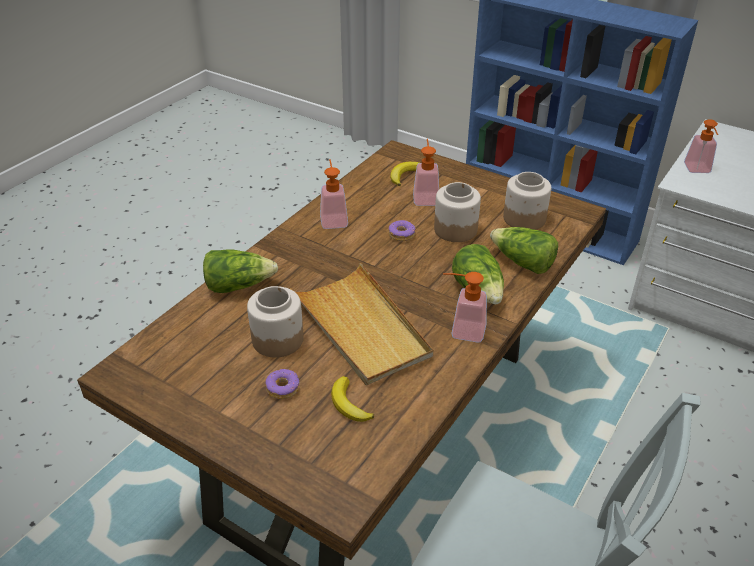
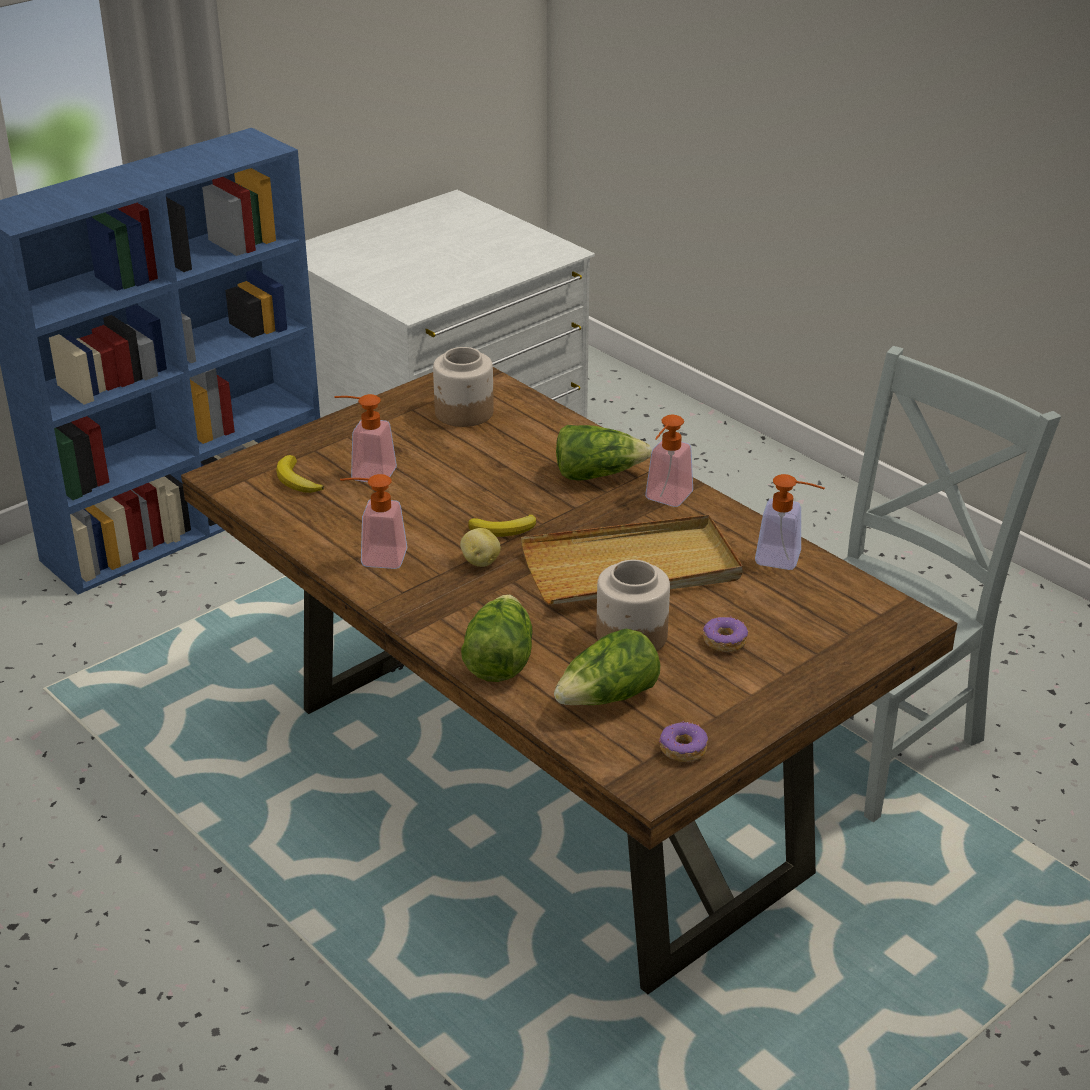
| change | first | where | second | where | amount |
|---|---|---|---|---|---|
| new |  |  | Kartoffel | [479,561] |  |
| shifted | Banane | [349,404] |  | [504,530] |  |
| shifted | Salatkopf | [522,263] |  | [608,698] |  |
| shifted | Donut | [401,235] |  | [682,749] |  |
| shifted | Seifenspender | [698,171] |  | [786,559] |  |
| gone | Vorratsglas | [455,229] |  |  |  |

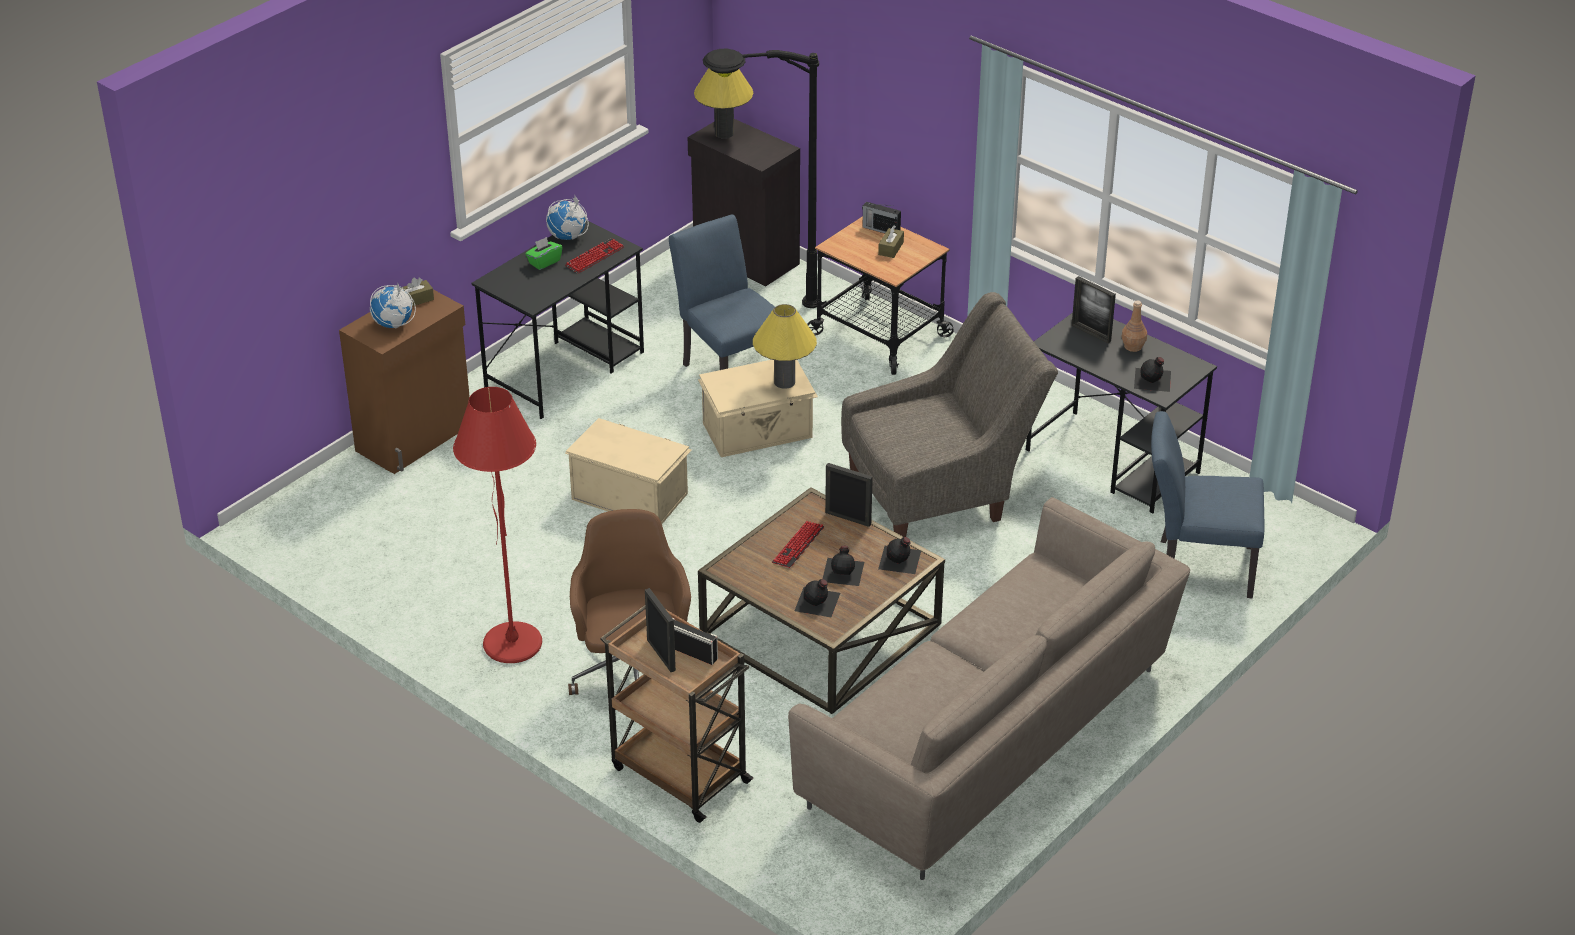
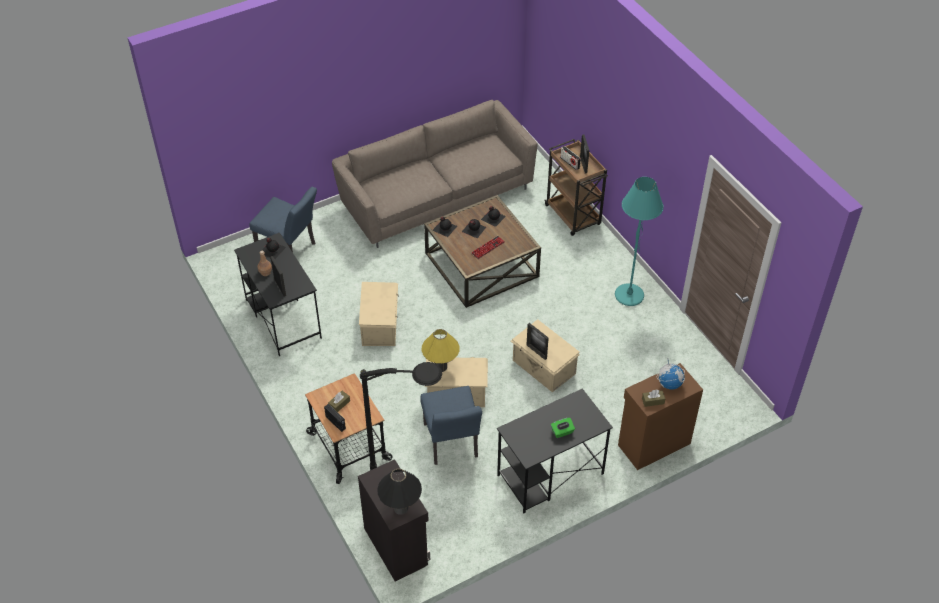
| change | first | where | second | where | amount |
|---|---|---|---|---|---|
| swapped | Sessel [grau] | [942,491] | Aufbewahrungsbox [beige] | [380,324] |  |
| repainted | Tischlampe [gelb] | [724,133] | Tischlampe [schwarz] | [401,508] |  |
| shifted | Bilderrahmen | [848,518] |  | [536,351] |  |
| repainted | Stehlampe [rot] | [512,644] | Stehlampe [türkis] | [629,295] |  |
| gone | Globus | [568,237] |  |  |  |
| gone | Tastatur | [595,257] |  |  |  |
| gone | Bürostuhl [braun] | [633,671] |  |  |  |

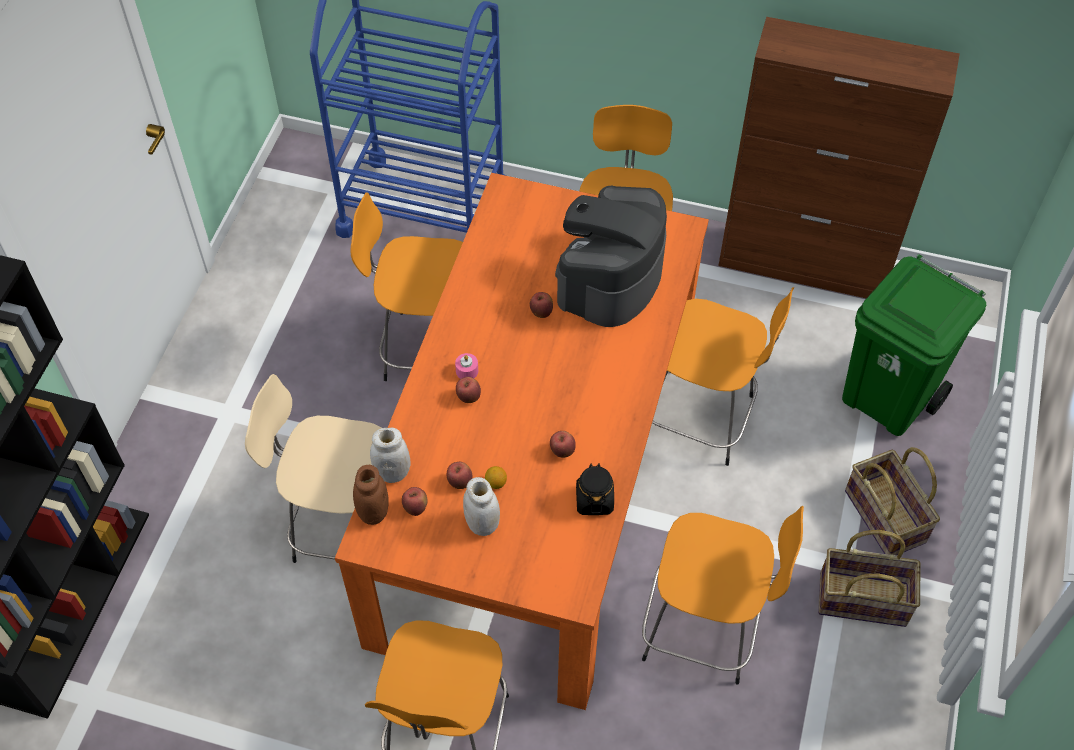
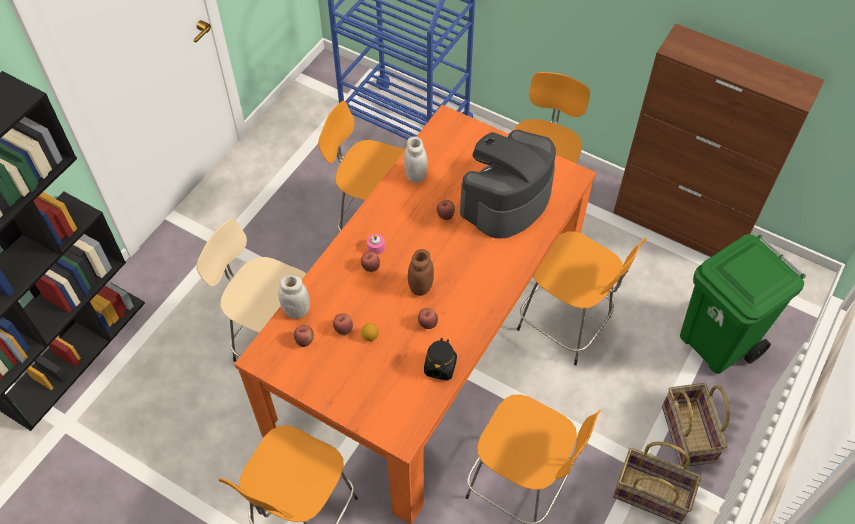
| change | first | where | second | where | amount |
|---|---|---|---|---|---|
| shifted | Vorratsglas [weiß] | [482,524] |  | [415,175] |  |
| shifted | Vorratsglas [braun] | [373,512] |  | [420,287] |  |

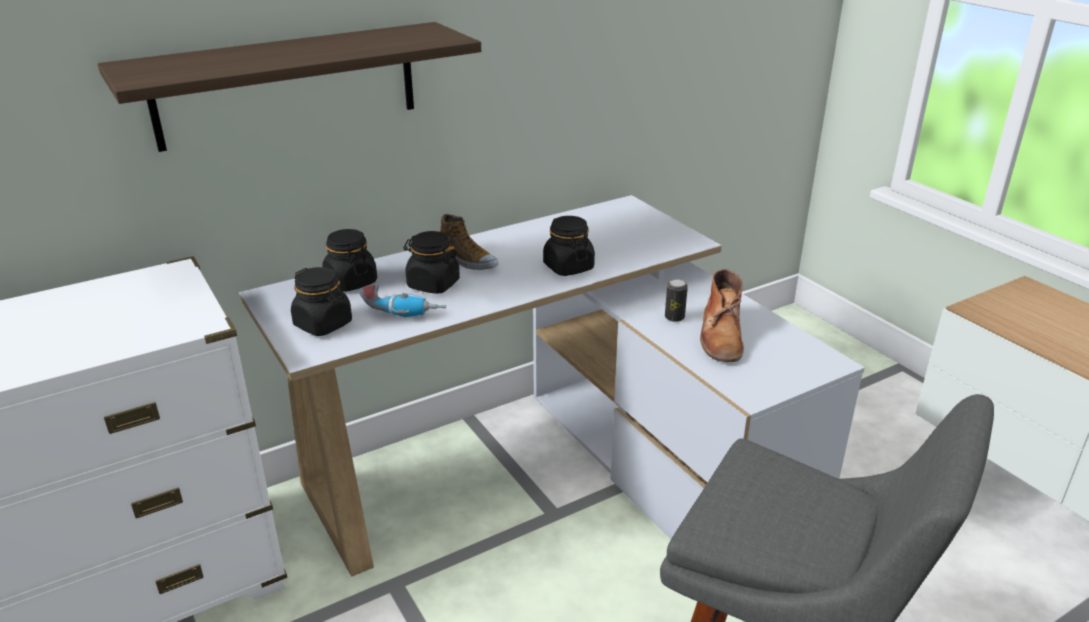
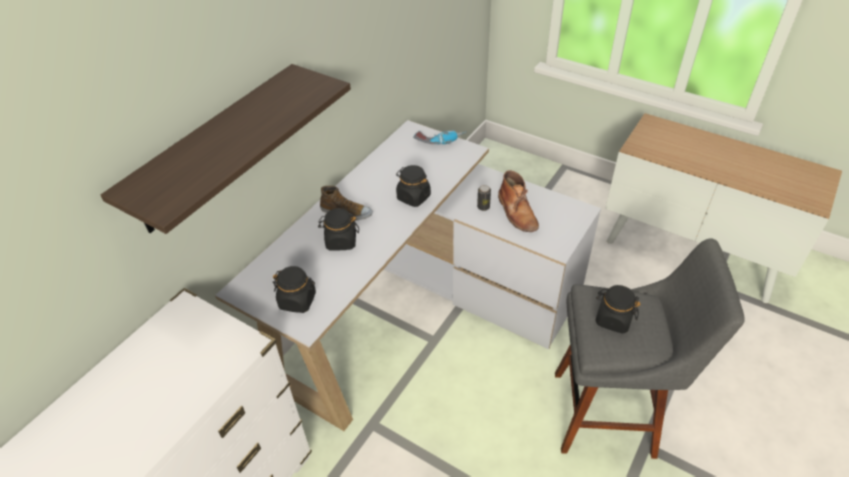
| change | first | where | second | where | amount |
|---|---|---|---|---|---|
| shifted | Bohrmaschine | [402,310] |  | [440,140] |  |
| shifted | Vorratsglas [schwarz] | [351,282] |  | [613,319] |  |

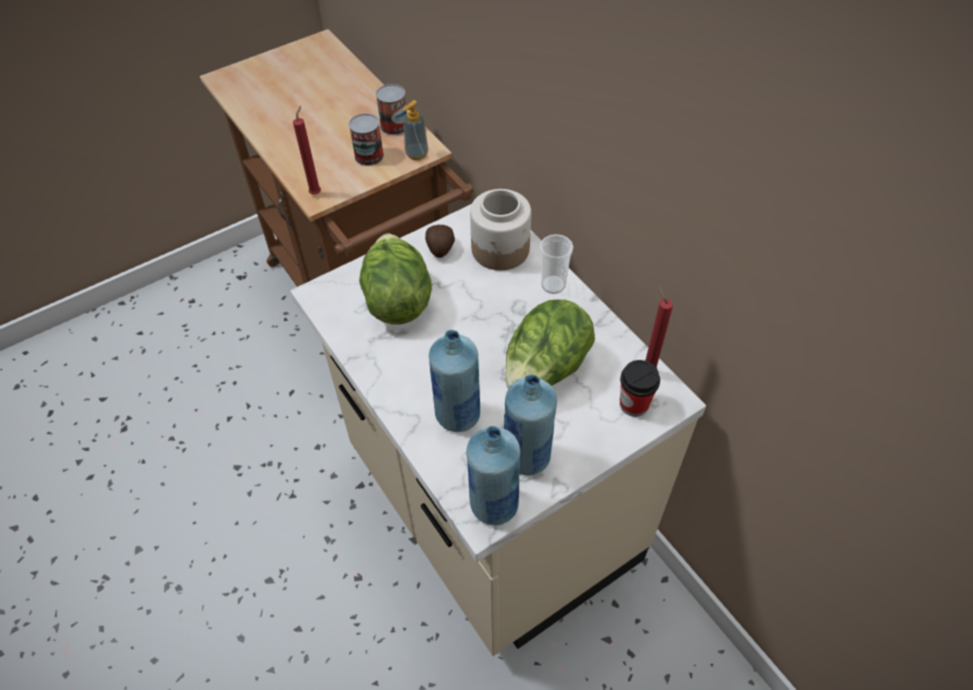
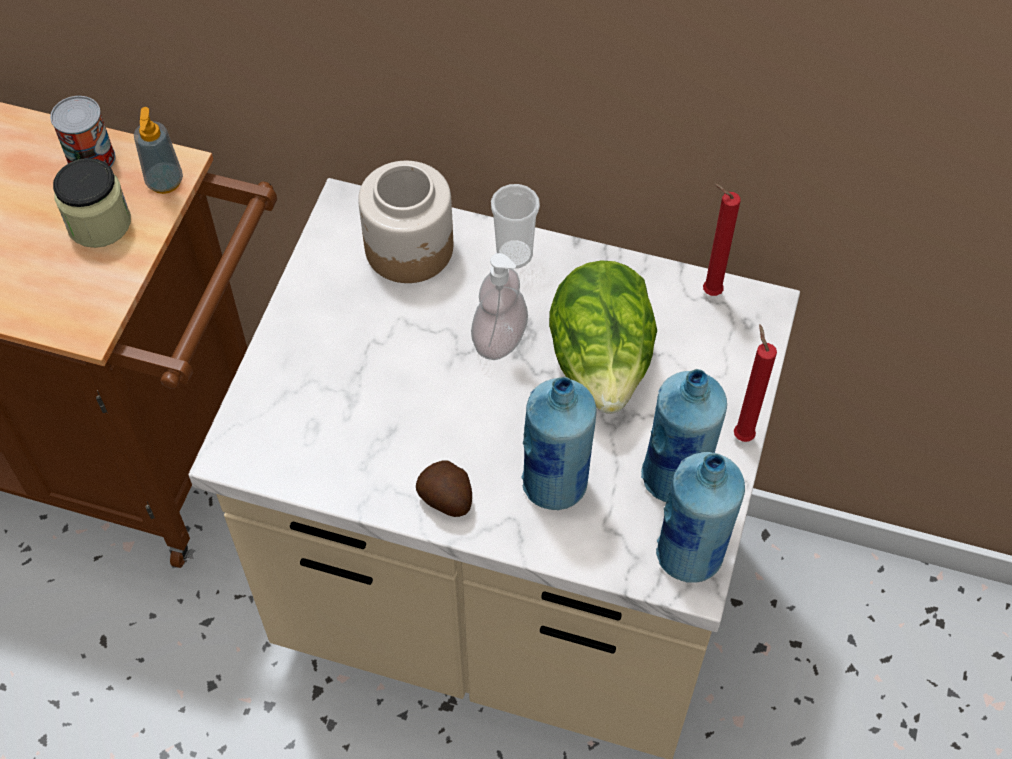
| change | first | where | second | where | amount |
|---|---|---|---|---|---|
| swapped | Dose | [369,156] | Vorratsglas | [99,223] |  |
| shifted | Kartoffel | [440,249] |  | [447,500] |  |
| new |  |  | Seifenspender | [499,339] |  |
| shifted | Kerze [rot] | [316,193] |  | [741,433] |  |
| gone | Salatkopf | [397,299] |  |  |  |
| gone | Tasse | [634,404] |  |  |  |

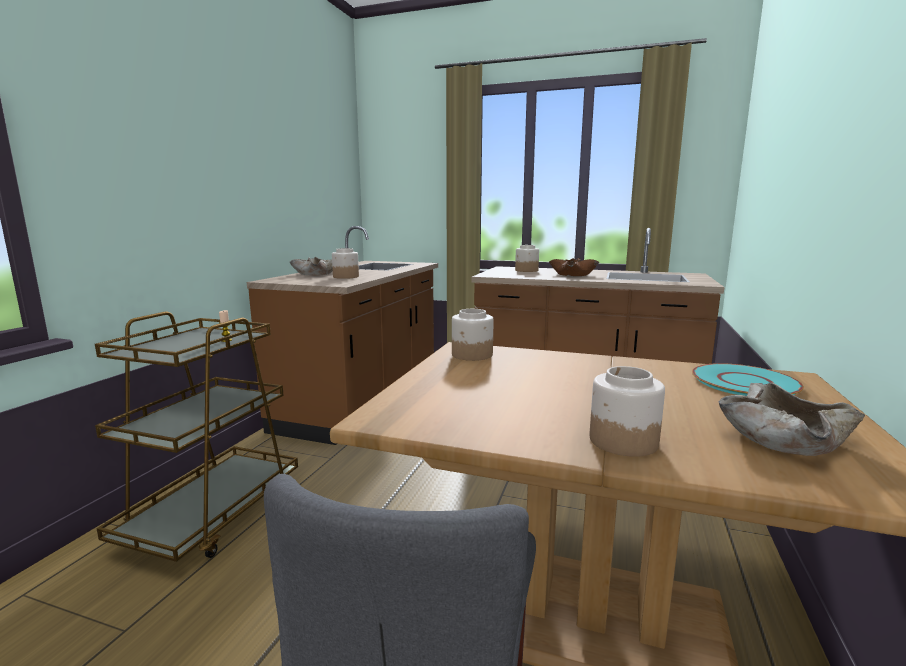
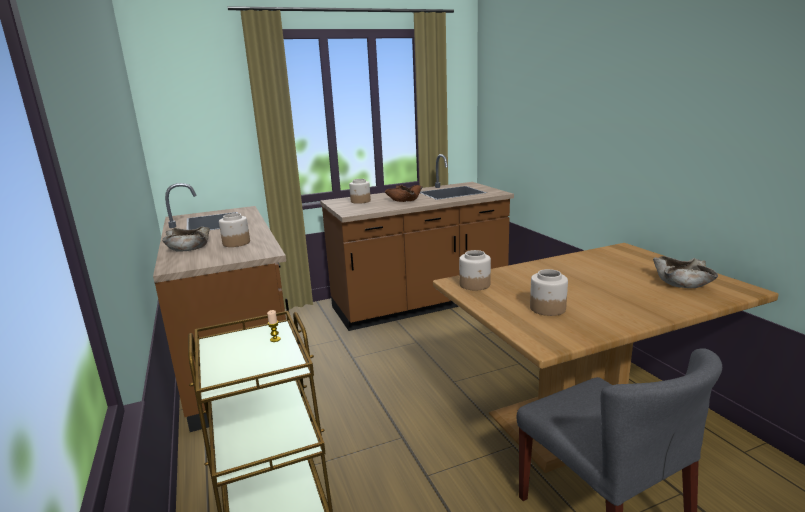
| change | first | where | second | where | amount |
|---|---|---|---|---|---|
| shifted | Vorratsglas | [622,441] |  | [547,308] |  |
| gone | Teller [türkis] | [745,382] |  |  |  |

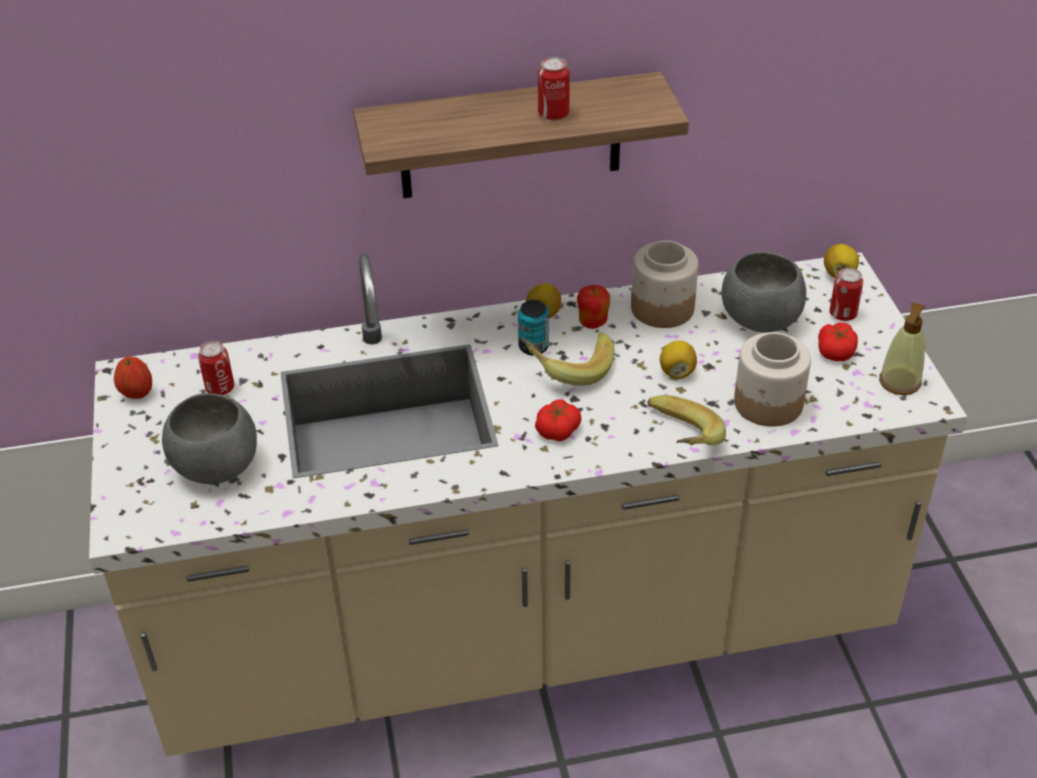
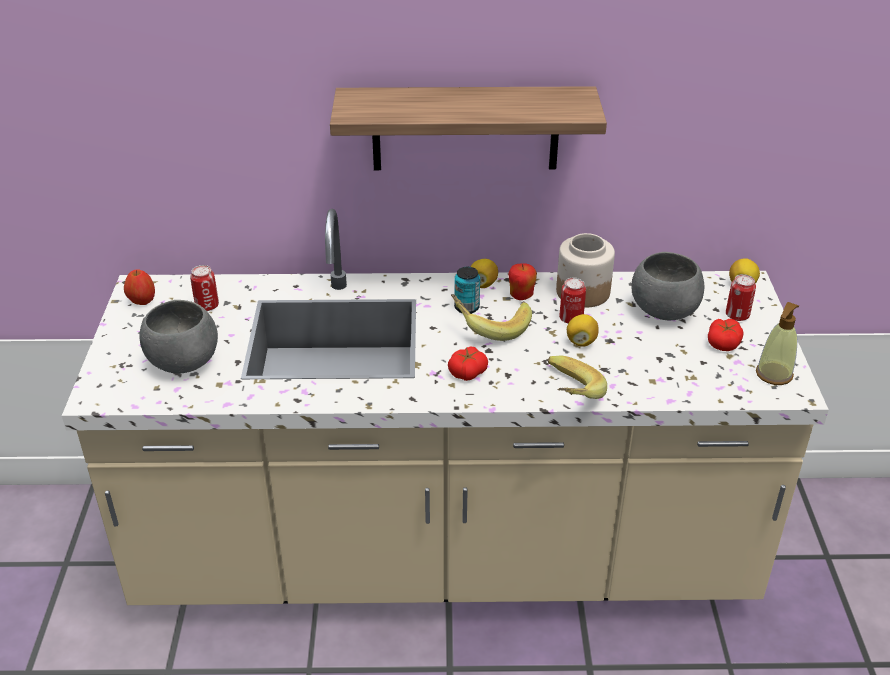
| change | first | where | second | where | amount |
|---|---|---|---|---|---|
| shifted | Dose | [553,114] |  | [571,319] |  |
| gone | Vorratsglas | [768,404] |  |  |  |

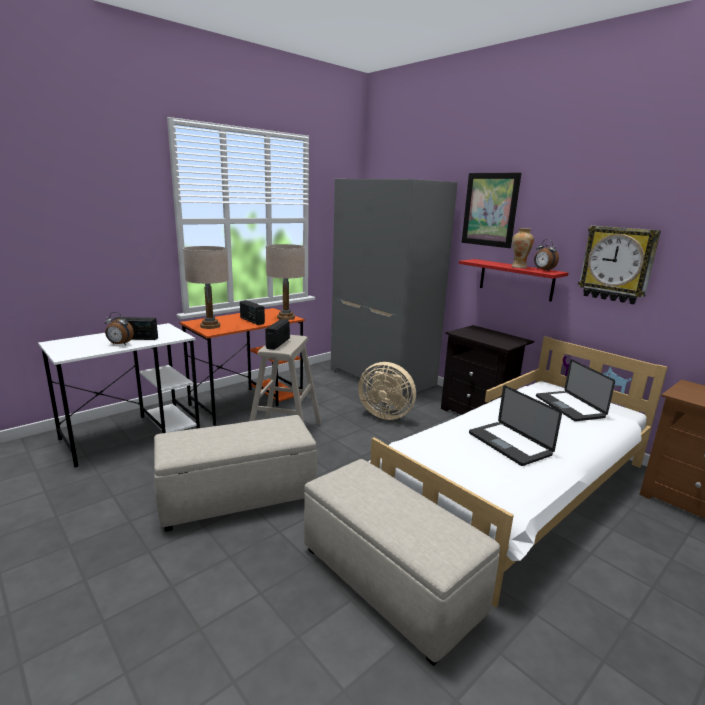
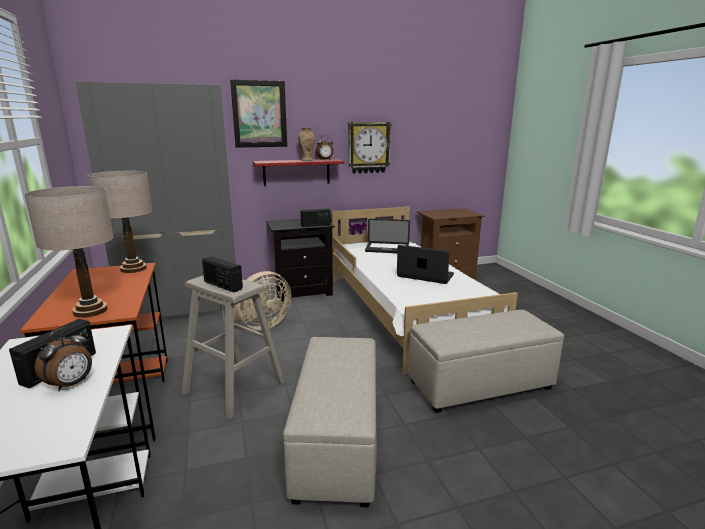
| change | first | where | second | where | amount |
|---|---|---|---|---|---|
| shifted | Radio | [252,321] |  | [315,225] |  |
| rotated | Laptop | [509,444] |  | [425,276] | 150 degrees counterclockwise |

